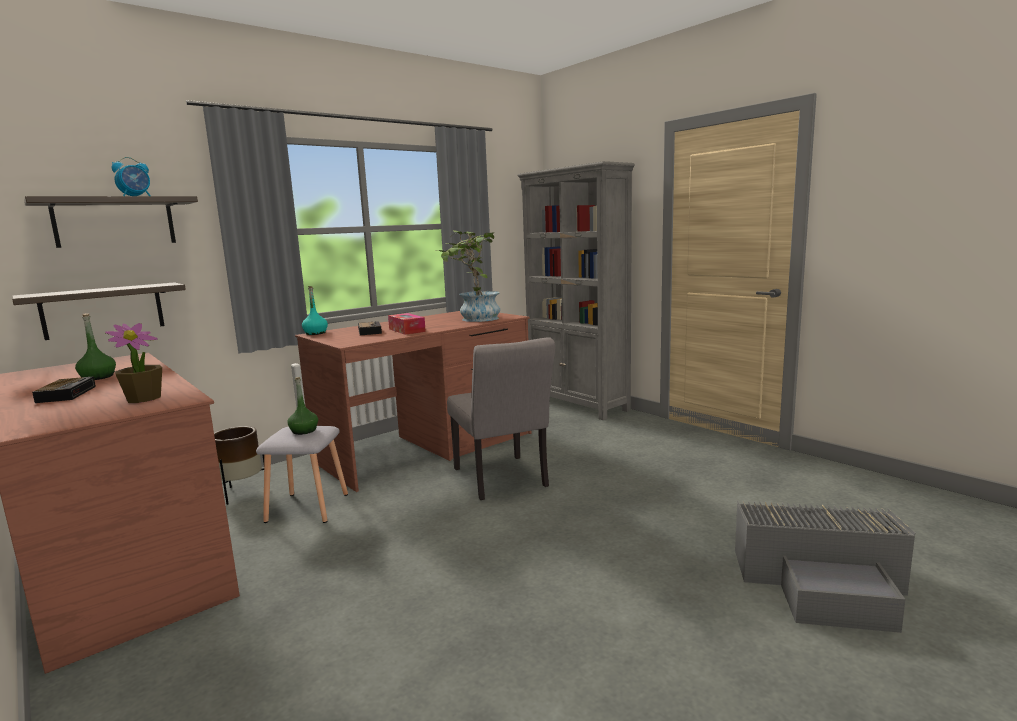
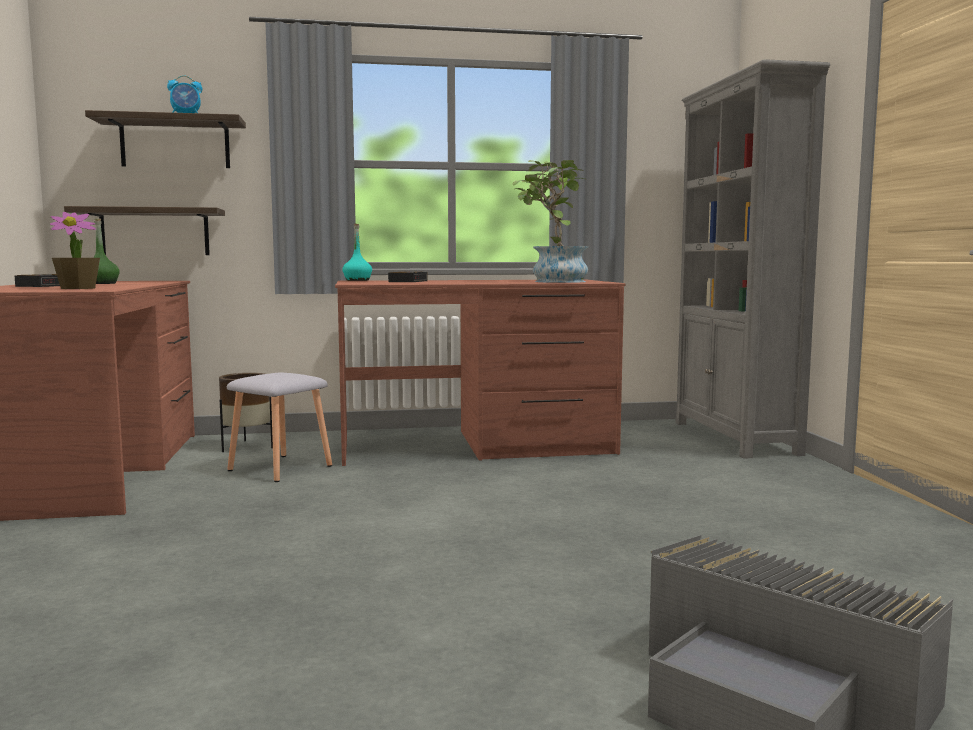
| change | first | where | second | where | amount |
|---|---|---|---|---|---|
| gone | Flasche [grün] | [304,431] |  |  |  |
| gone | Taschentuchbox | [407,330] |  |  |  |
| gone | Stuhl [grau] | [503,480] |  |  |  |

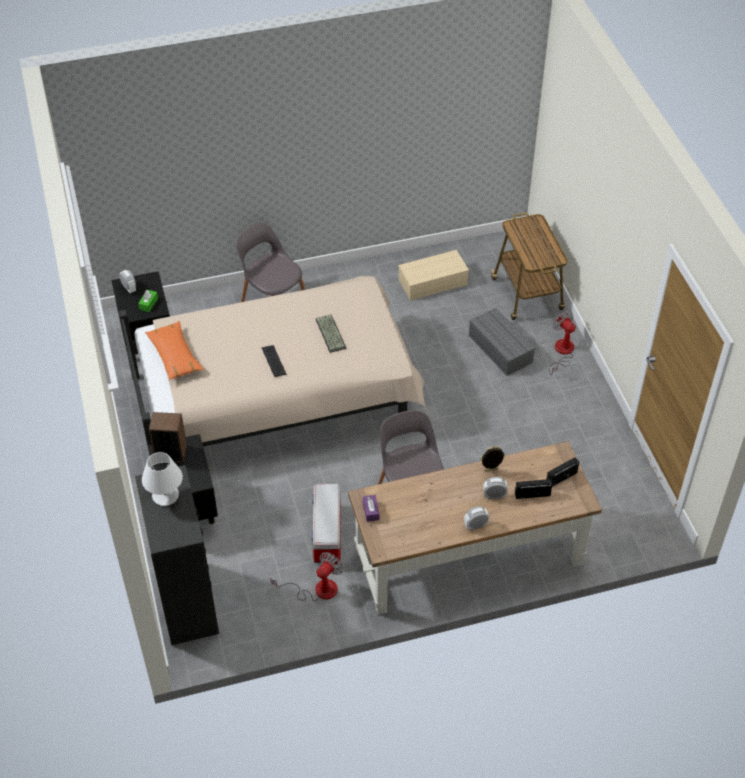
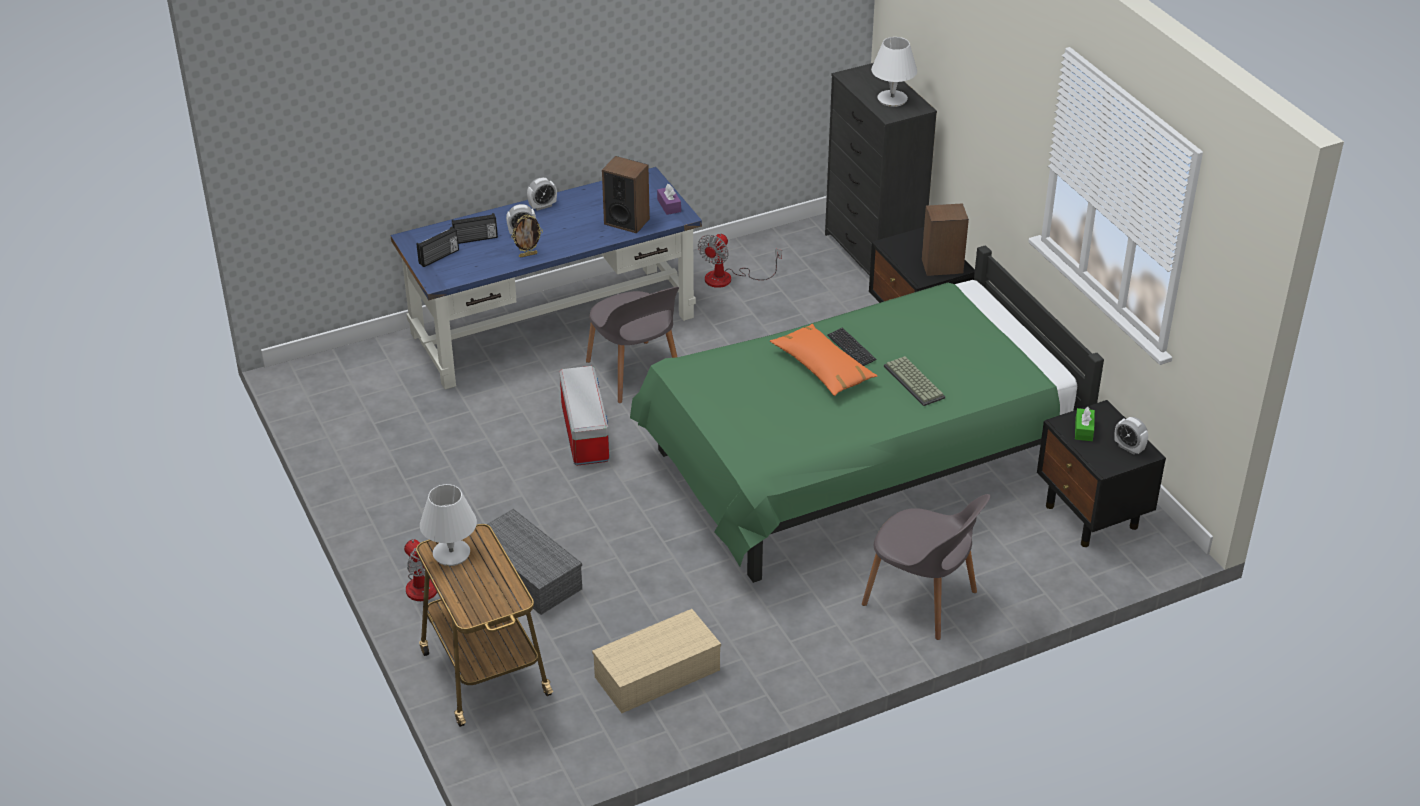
| change | first | where | second | where | amount |
|---|---|---|---|---|---|
| repainted | Schreibtisch [braun] | [468,557] | Schreibtisch [blau] | [553,324] |  |
| new |  |  | Tischlampe [weiß] | [452,553] |  |
| shifted | Aufbewahrungsbox | [327,534] |  | [584,433] |  |
| new |  |  | Lautsprecher | [626,221] |  |
| repainted | Bett [beige] | [277,398] | Bett [grün] | [857,464] |  |
| shifted | Kissen [orange] | [175,356] |  | [822,368] |  |
| shifted | Tastatur | [329,333] |  | [915,382] |  |

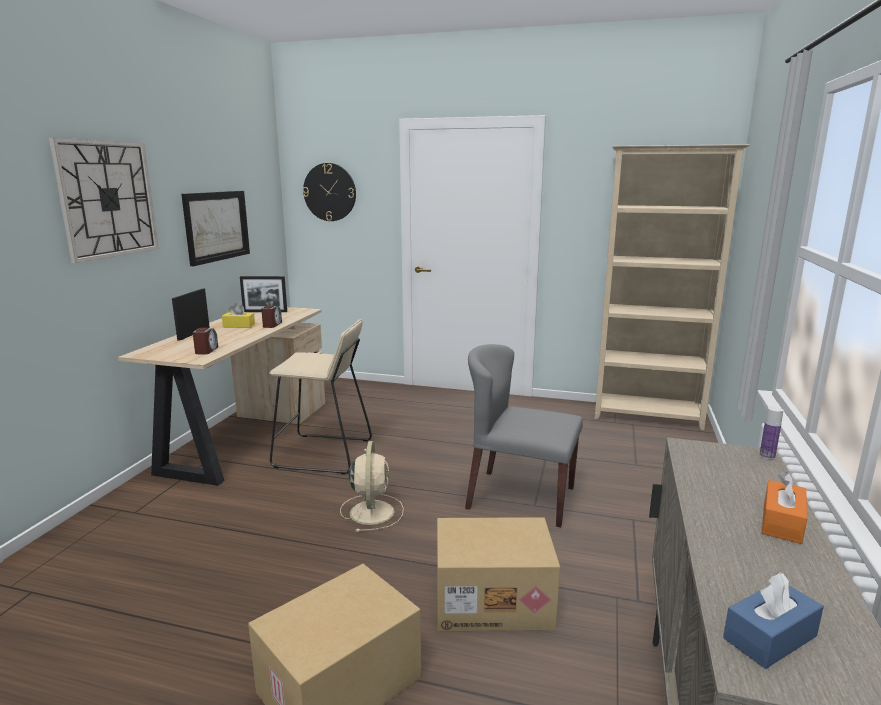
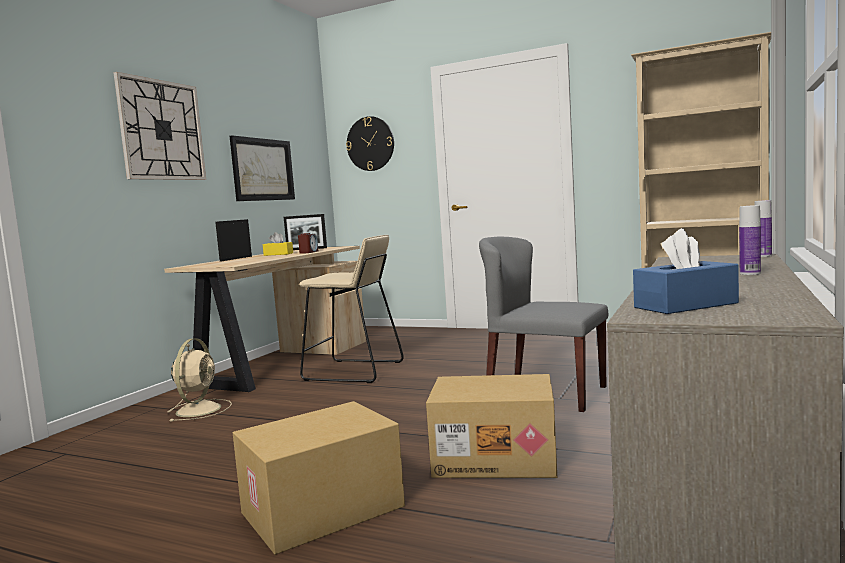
| change | first | where | second | where | amount |
|---|---|---|---|---|---|
| shifted | Ventilator [beige] | [372,511] |  | [199,409] |  |
| swapped | Taschentuchbox [orange] | [782,522] | Flasche | [750,273] |  |
| gone | Wecker | [206,350] |  |  |  |

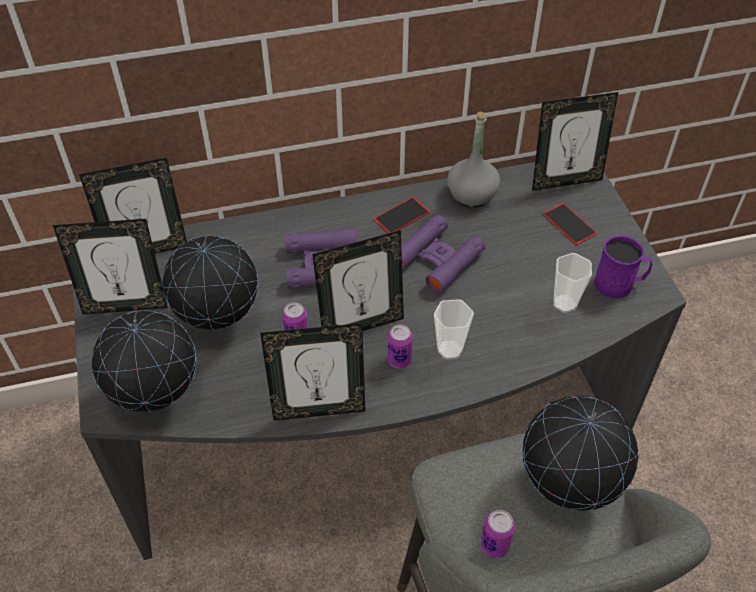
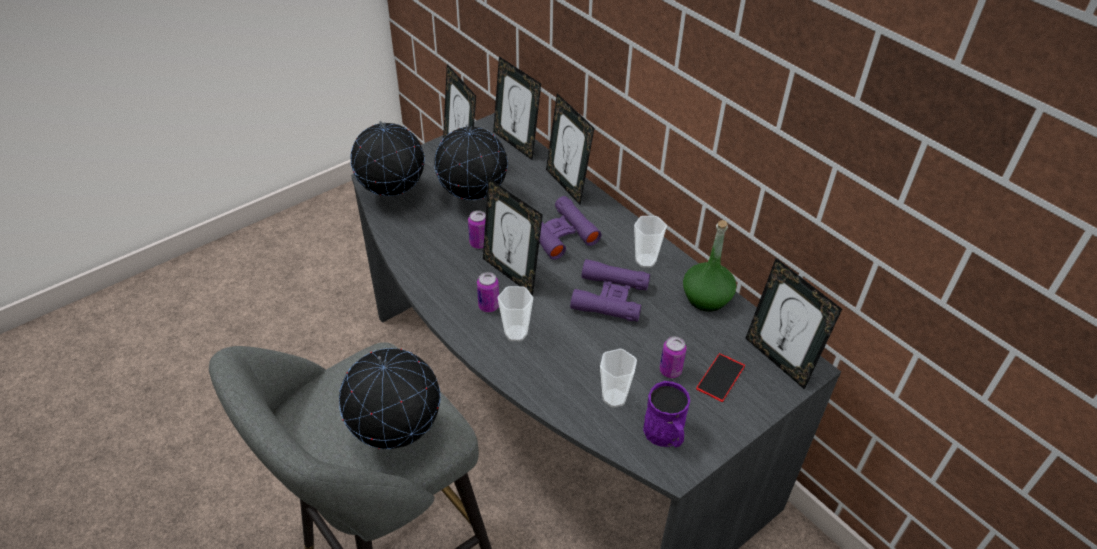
| change | first | where | second | where | amount |
|---|---|---|---|---|---|
| shifted | Bilderrahmen | [319,409] |  | [567,185] |  |
| swapped | Handy | [401,216] | Tasse | [645,261] |  |
| shifted | Dose | [494,545] |  | [670,370] |  |
| repainted | Flasche [grau] | [472,194] | Flasche [grün] | [706,298] |  |

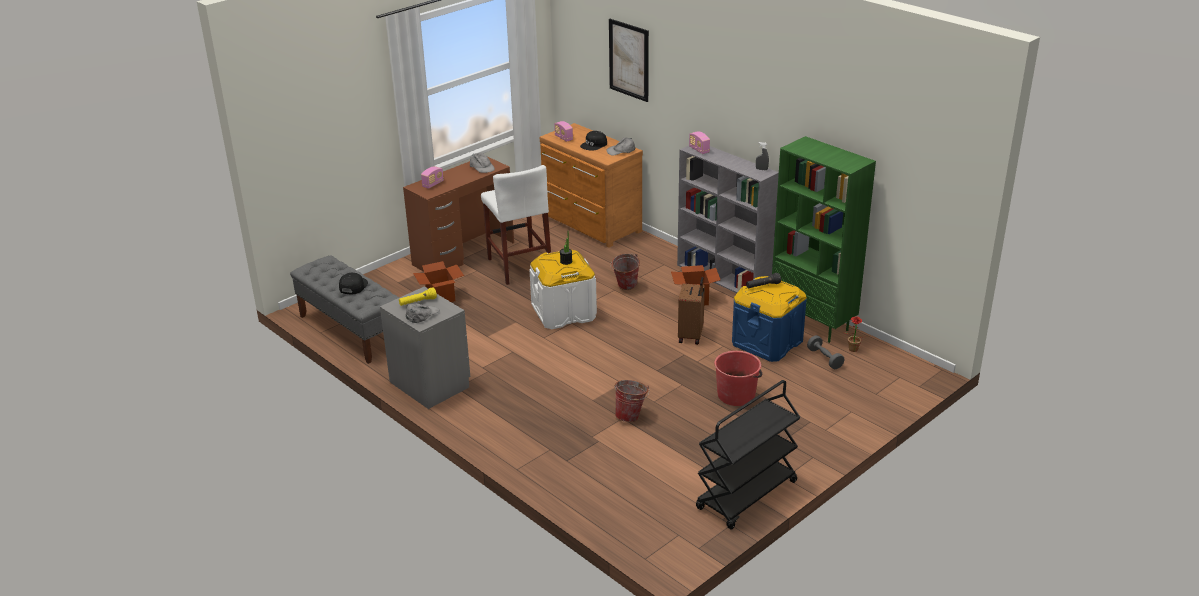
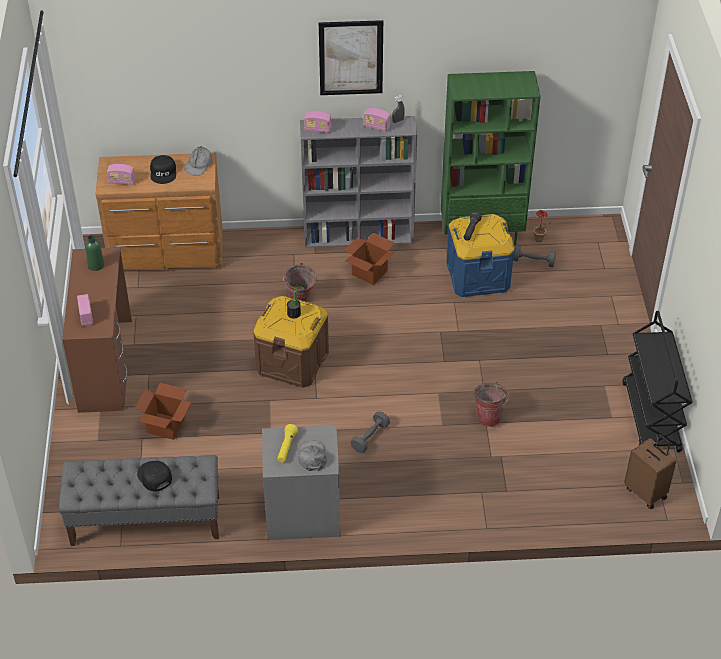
| change | first | where | second | where | amount |
|---|---|---|---|---|---|
| swapped | Kappe [grau] | [481,167] | Flasche [grün] | [96,265] |  |
| repainted | Aufbewahrungsbox [weiß] | [563,312] | Aufbewahrungsbox [braun] | [292,362] |  |
| shifted | Bild | [629,60] |  | [351,58] |  |
| new |  |  | Hantel [grau] | [370,437] |  |
| new |  |  | Radio | [376,127] |  |
| shifted | Koffer [braun] | [691,336] |  | [646,492] |  |
| gone | Hocker [weiß] | [519,266] |  |  |  |
| gone | Eimer [rot] | [736,395] |  |  |  |

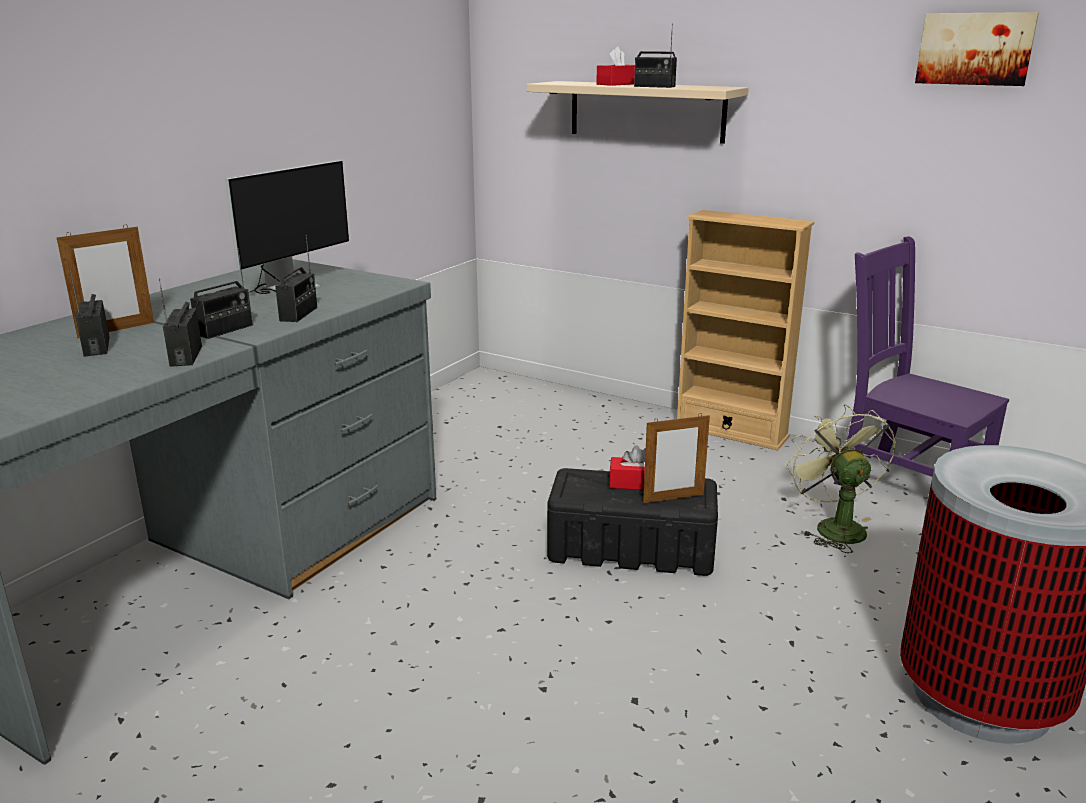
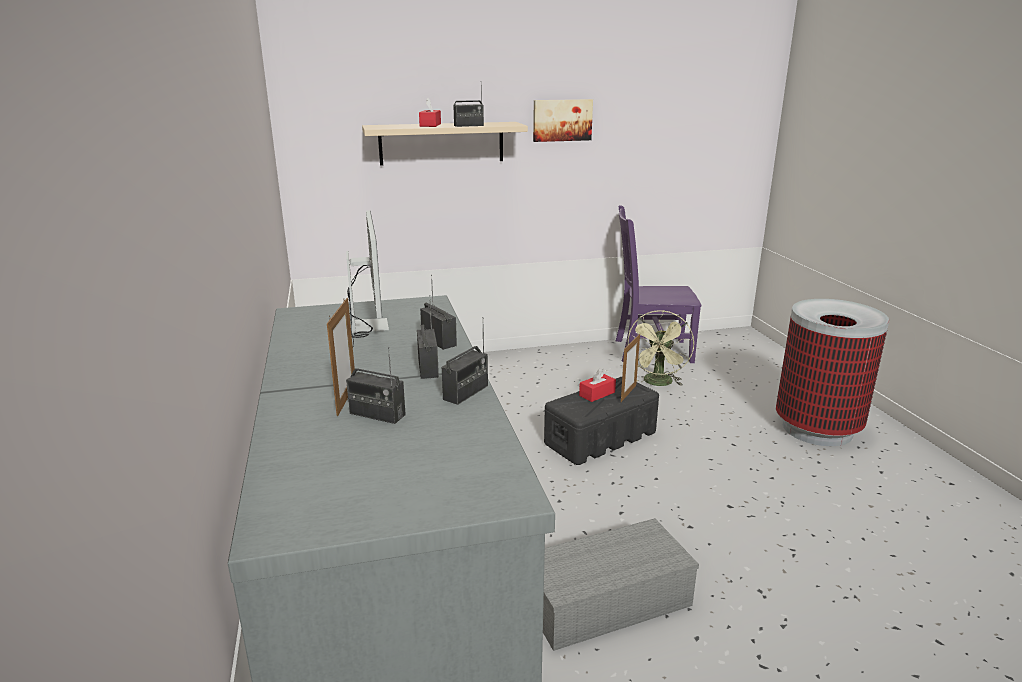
| change | first | where | second | where | amount |
|---|---|---|---|---|---|
| rotated | Radio | [185,356] |  | [466,392] | 90 degrees counterclockwise |
| shifted | Bild | [975,49] |  | [562,120] |  |
| new |  |  | Aufbewahrungsbox [grau] | [605,602] |  |
| rotated | Ventilator [grün] | [833,526] |  | [658,383] | 105 degrees counterclockwise |
| gone | Bücherregal [beige] | [731,431] |  |  |  |

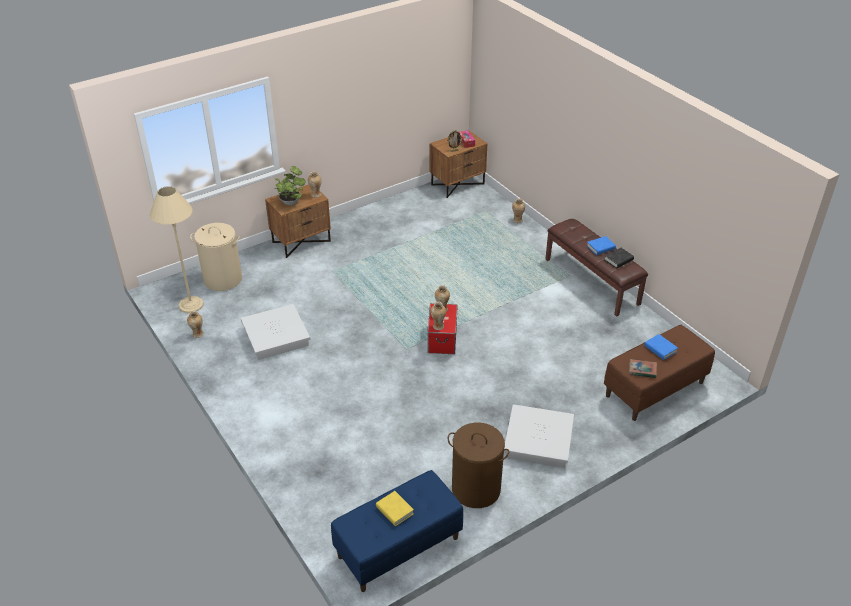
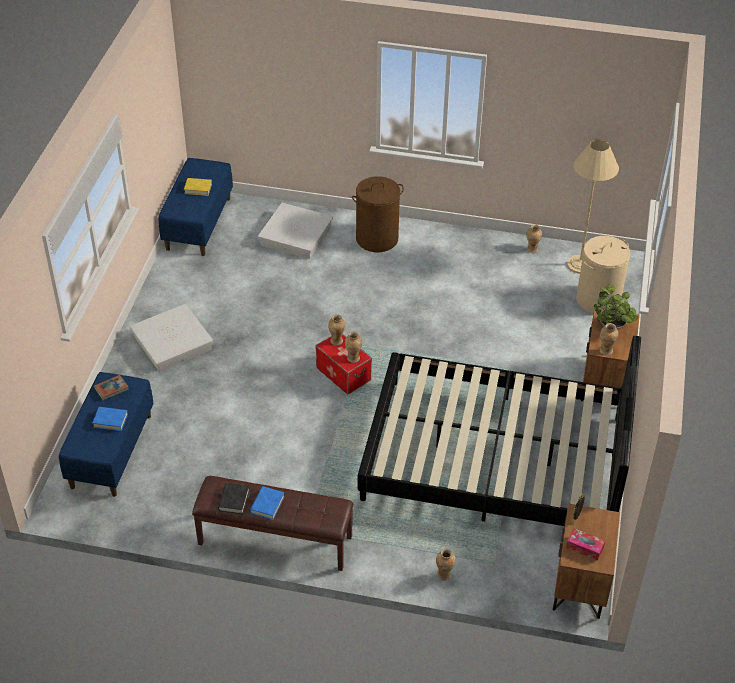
| change | first | where | second | where | amount |
|---|---|---|---|---|---|
| repainted | Bank [braun] | [654,389] | Bank [blau] | [111,450] |  |
| shifted | Aufbewahrungsbox [weiß] | [276,336] |  | [295,235] |  |
| shifted | Wäschekorb [braun] | [475,489] |  | [377,238] |  |
| new |  |  | Bett [schwarz] | [495,459] |  |

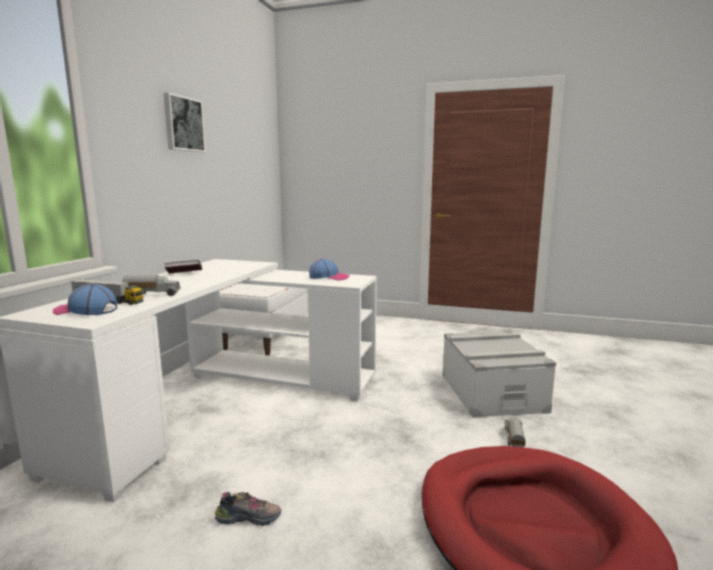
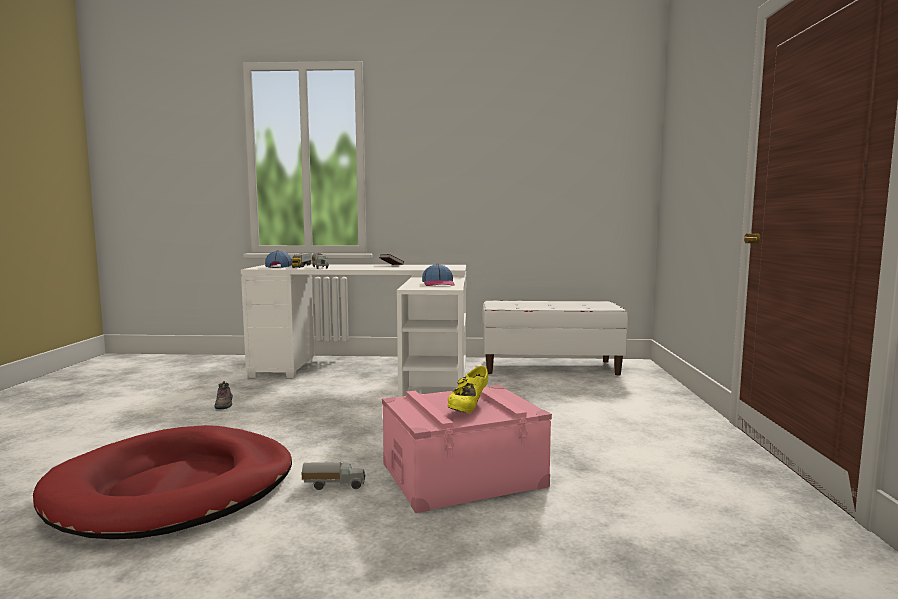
| change | first | where | second | where | amount |
|---|---|---|---|---|---|
| repainted | Aufbewahrungsbox [grau] | [491,392] | Aufbewahrungsbox [rosa] | [462,474] |  |
| new |  |  | Schuh [gelb] | [468,408] |  |
| gone | Bild | [183,124] |  |  |  |

